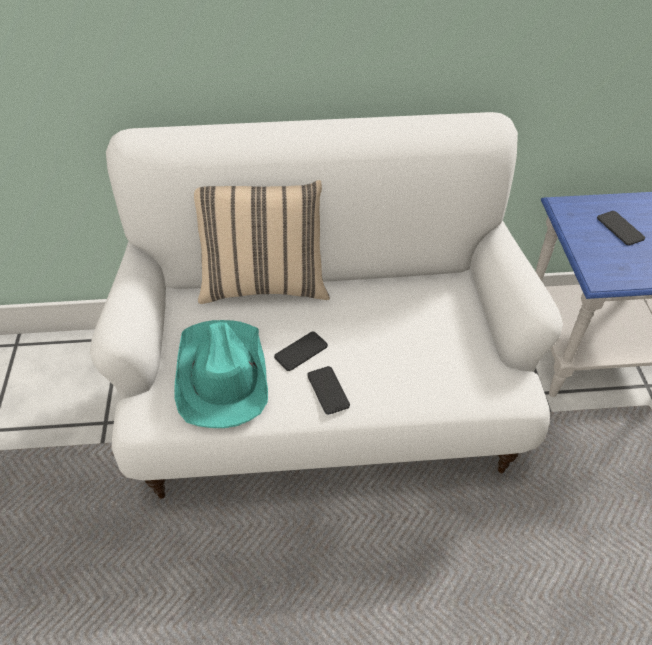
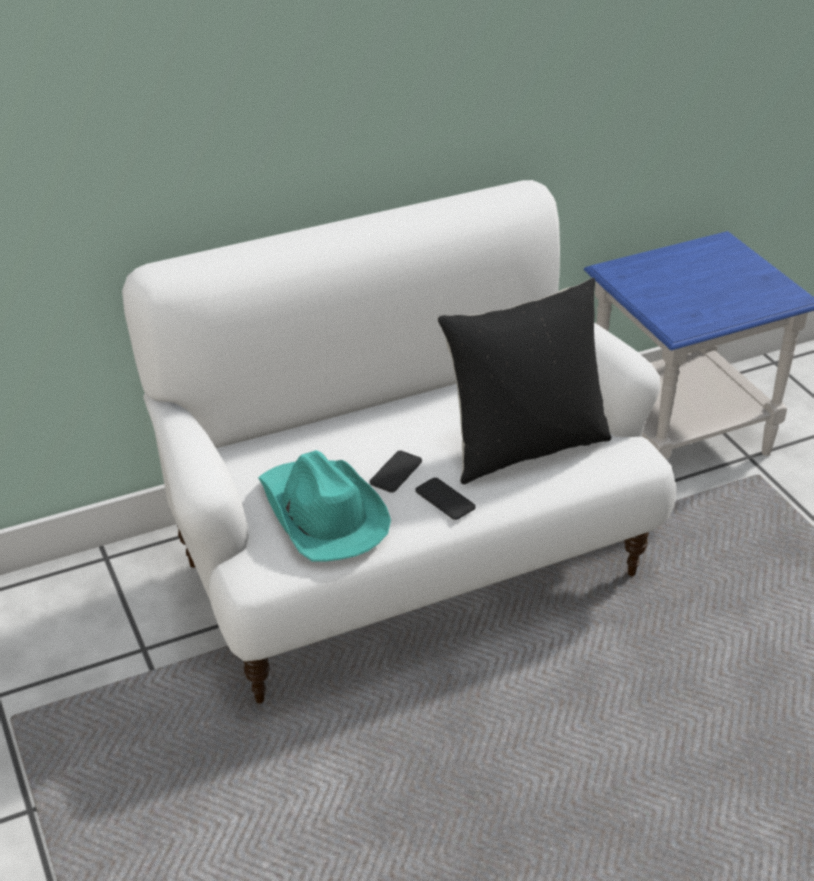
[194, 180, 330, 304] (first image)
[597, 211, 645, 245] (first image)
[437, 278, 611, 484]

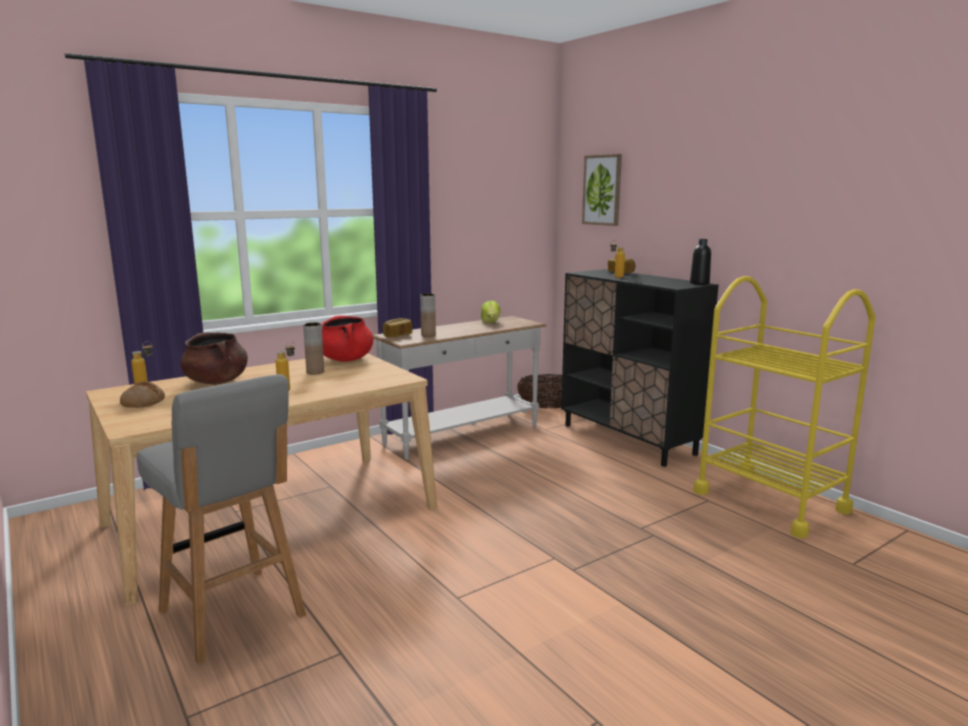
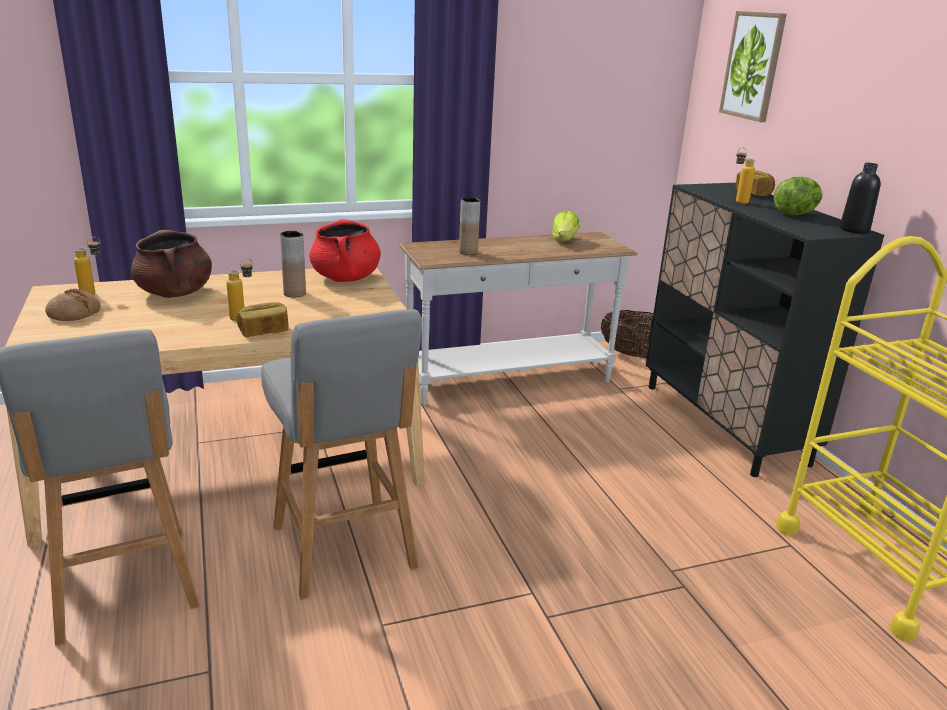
[237, 302, 289, 337]
[774, 177, 823, 215]
[261, 309, 422, 600]

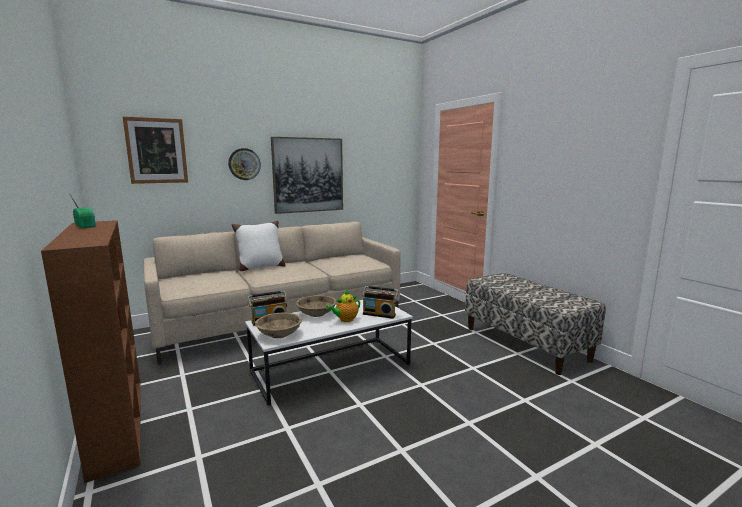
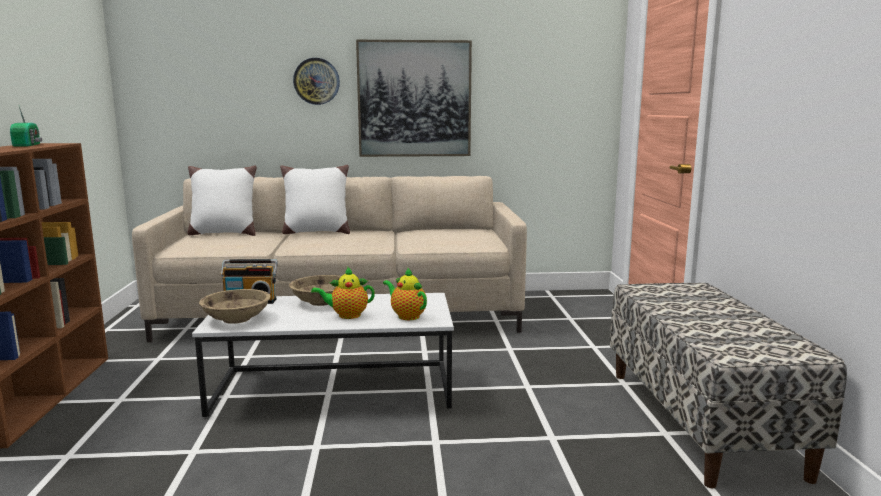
[123, 116, 188, 184] (first image)
[383, 268, 427, 320]
[187, 165, 257, 236]

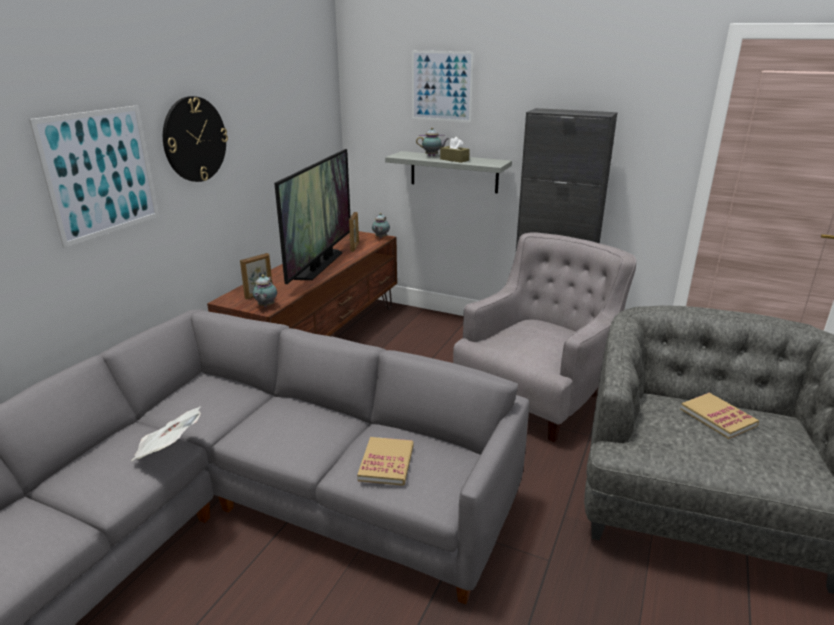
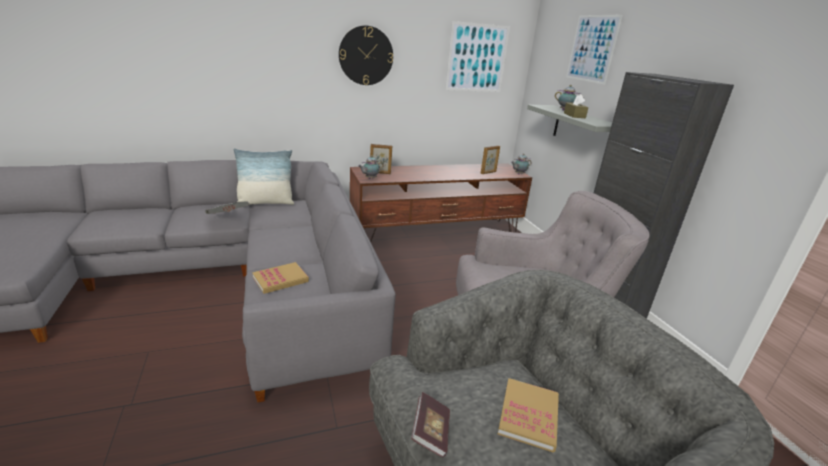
[445, 21, 510, 92]
[274, 149, 350, 284] (first image)
[234, 148, 294, 205]
[412, 392, 450, 457]

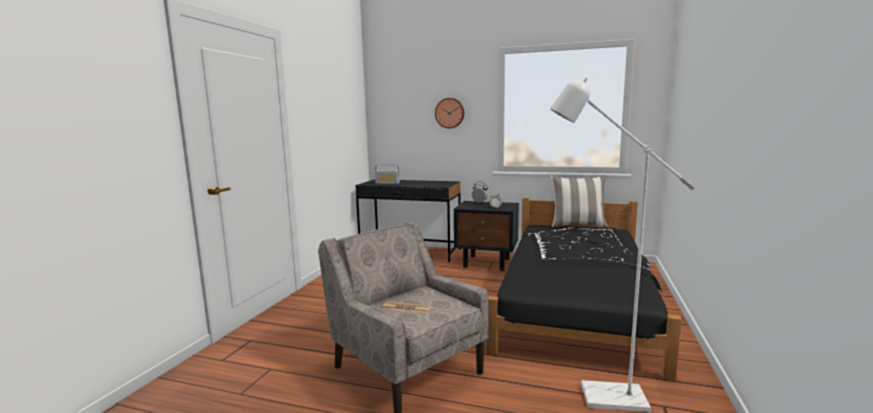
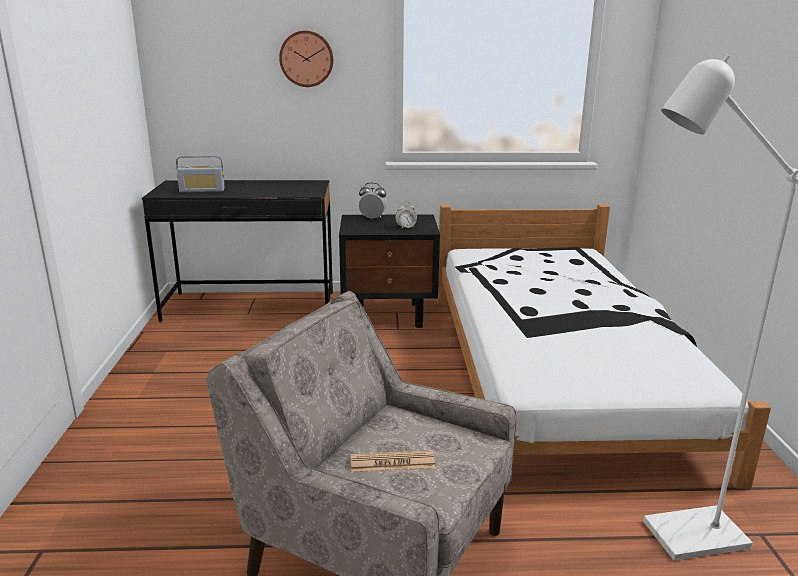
[550, 175, 608, 228] (first image)
[437, 205, 771, 489]

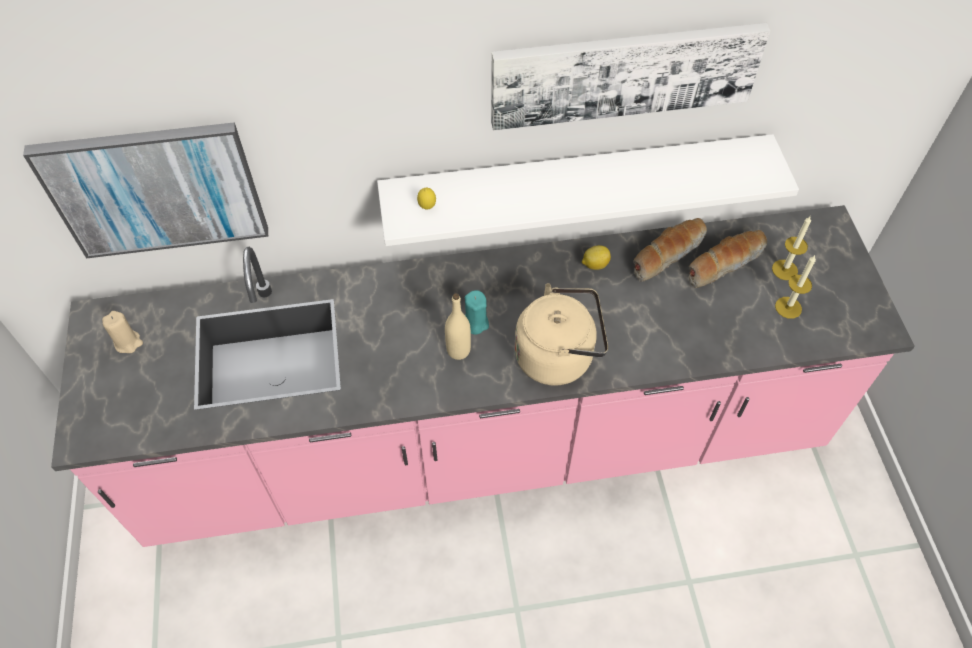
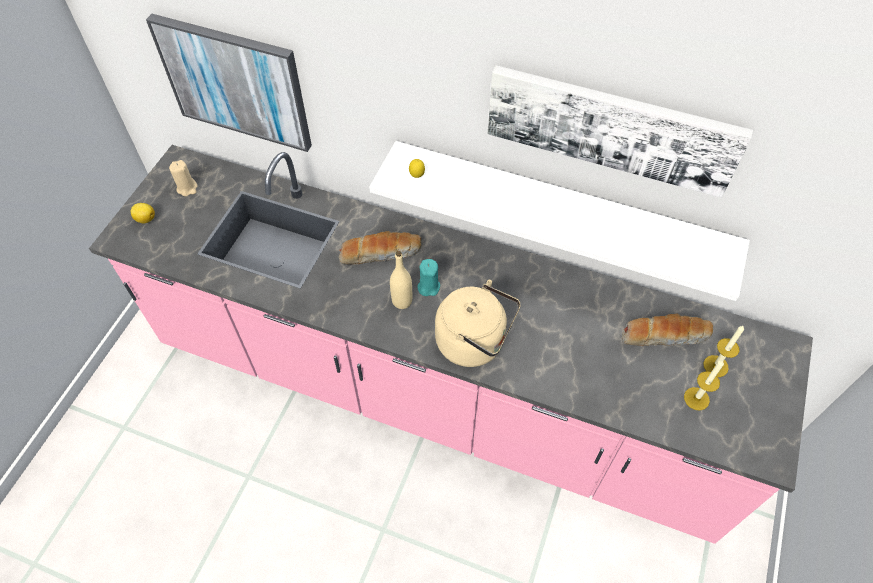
[339, 231, 421, 265]
[131, 203, 155, 223]

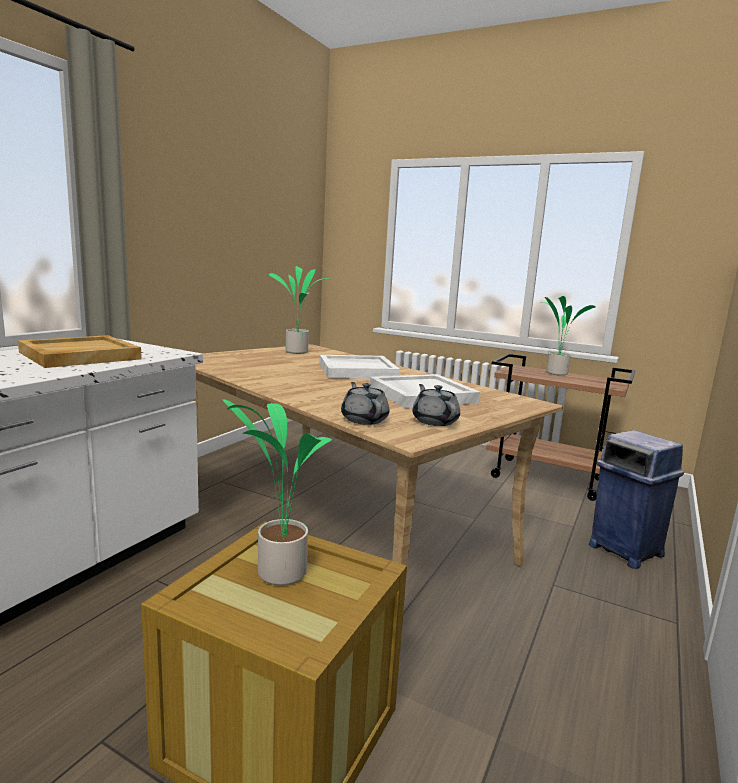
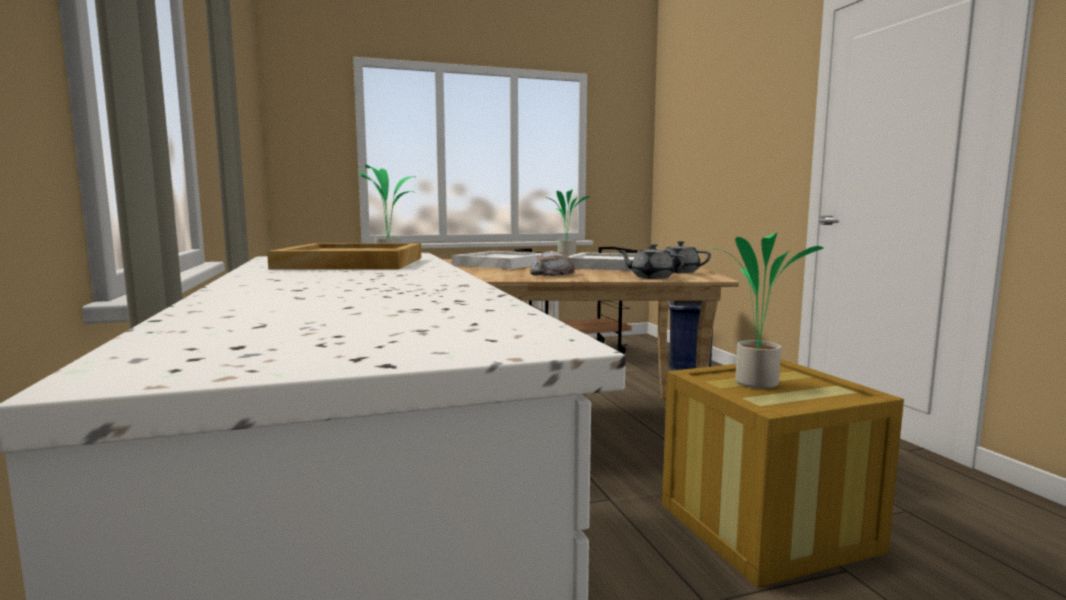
[530, 251, 575, 276]

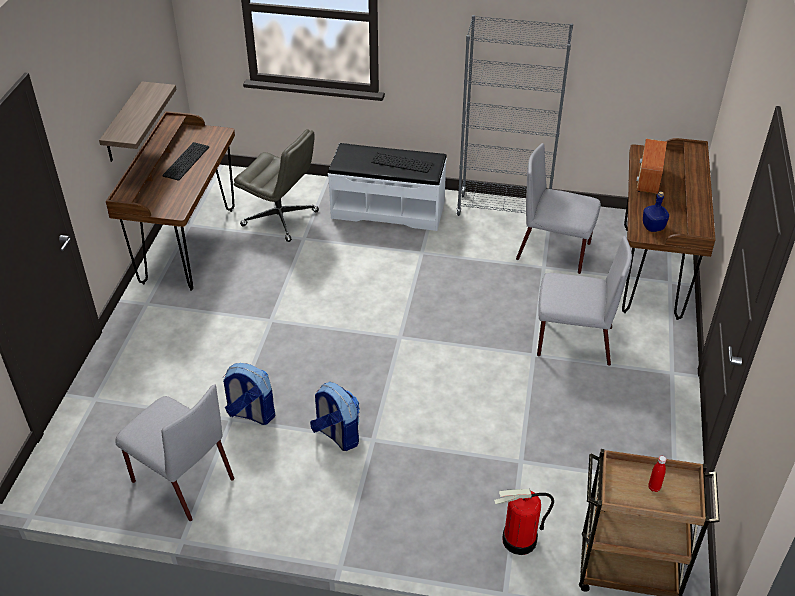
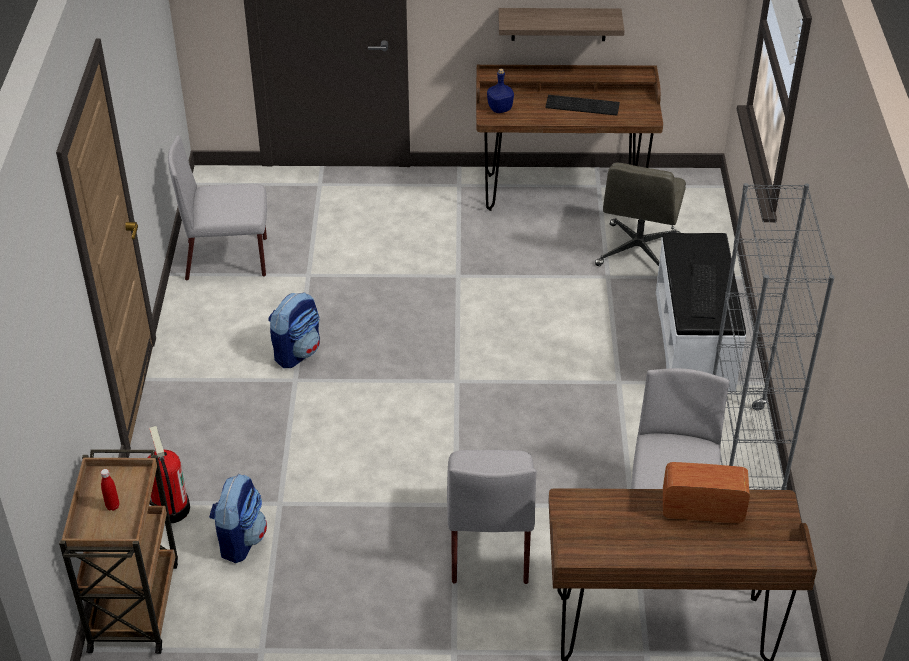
[487, 69, 514, 113]
[209, 474, 267, 563]
[168, 135, 267, 280]

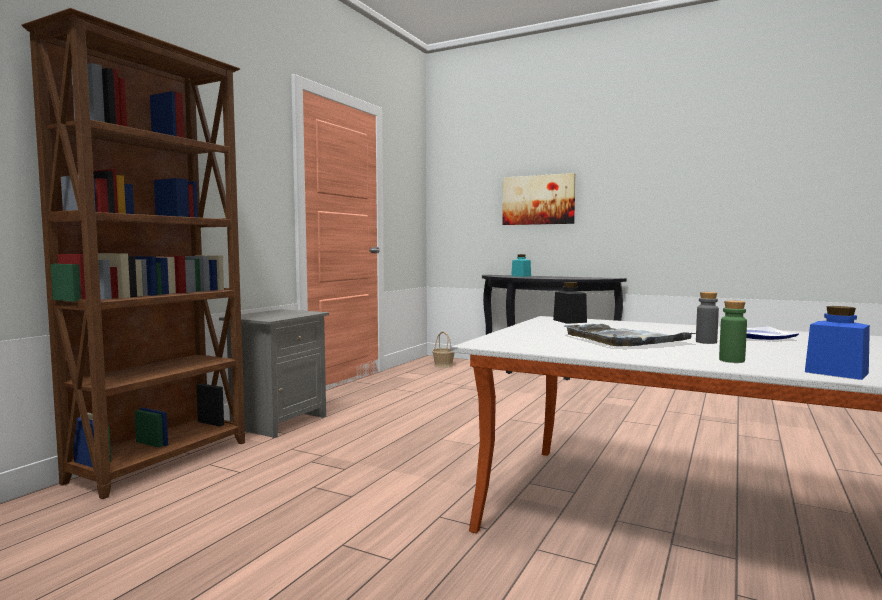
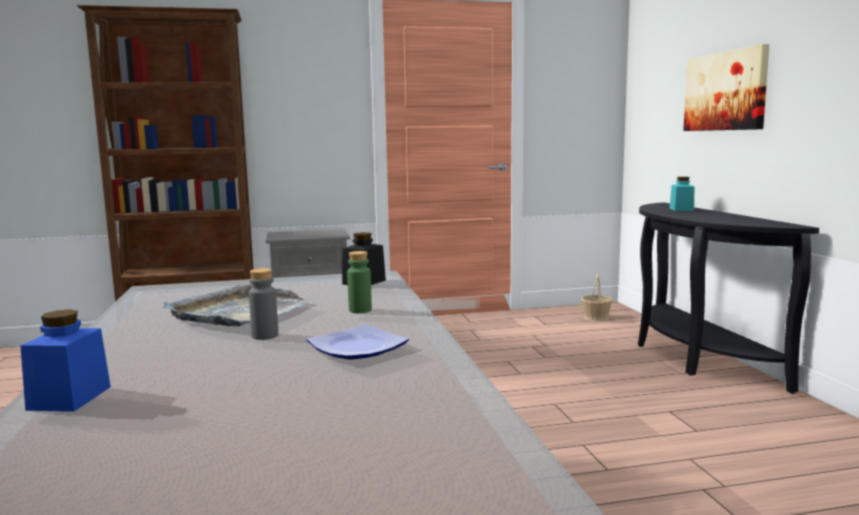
[347, 251, 372, 313]

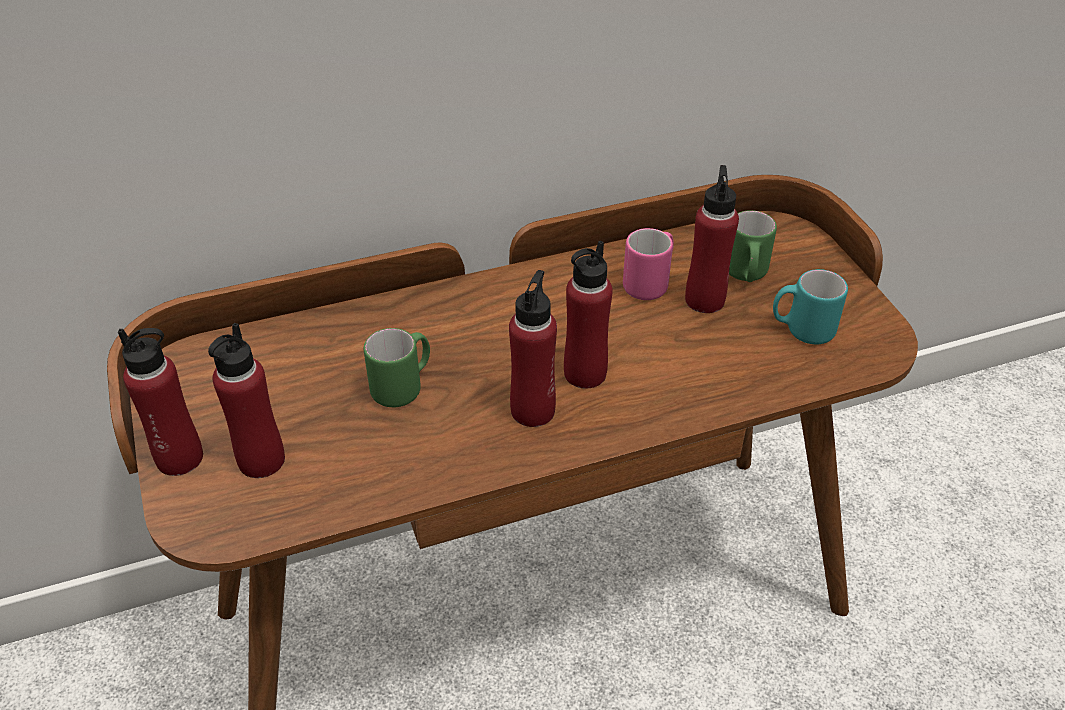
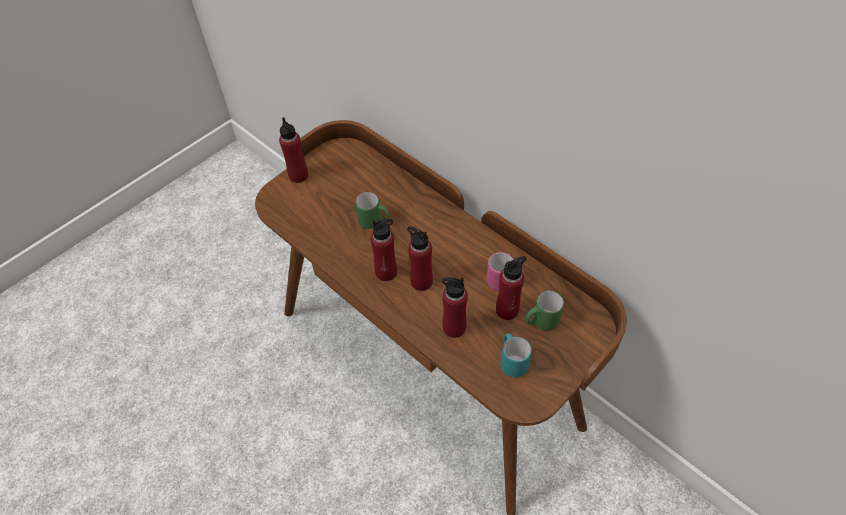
[442, 277, 468, 338]

